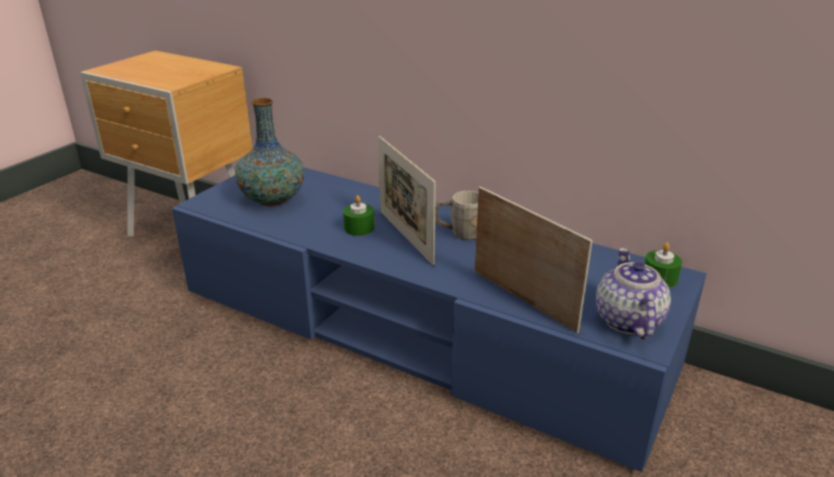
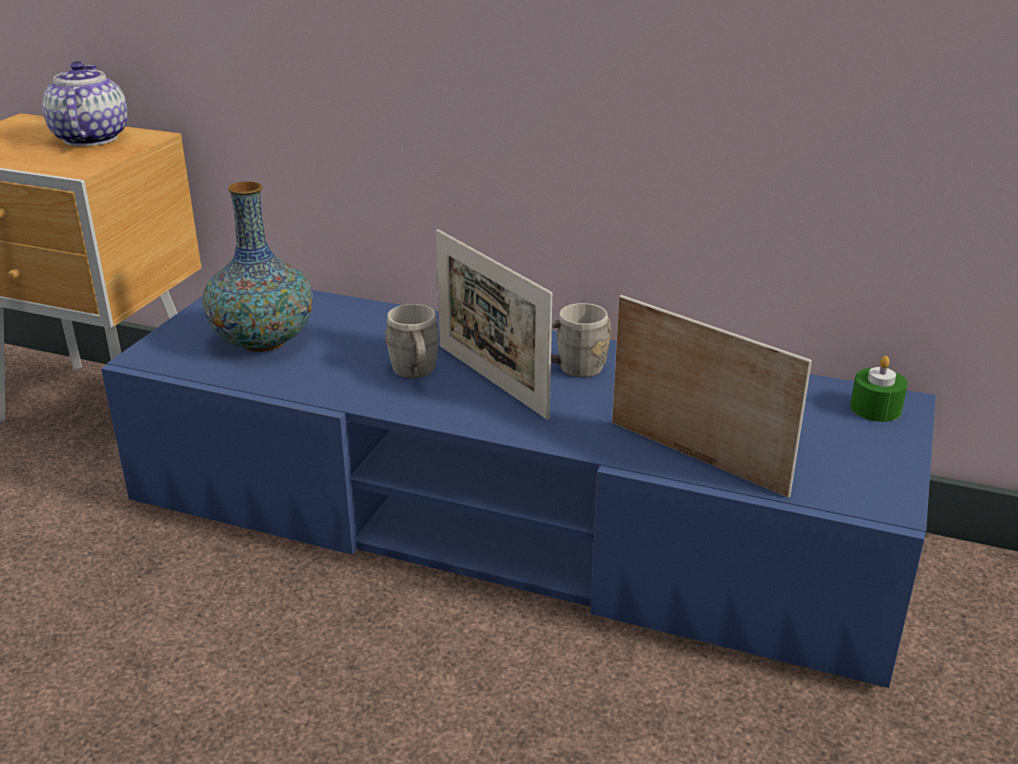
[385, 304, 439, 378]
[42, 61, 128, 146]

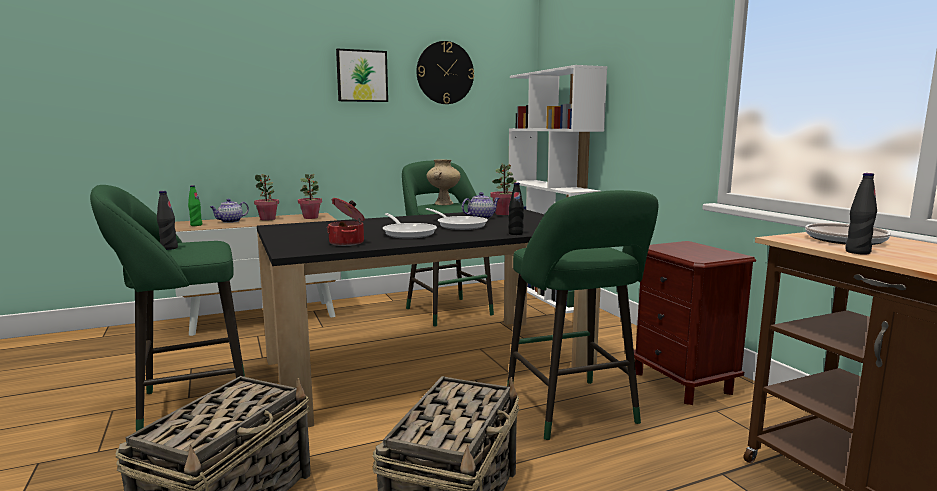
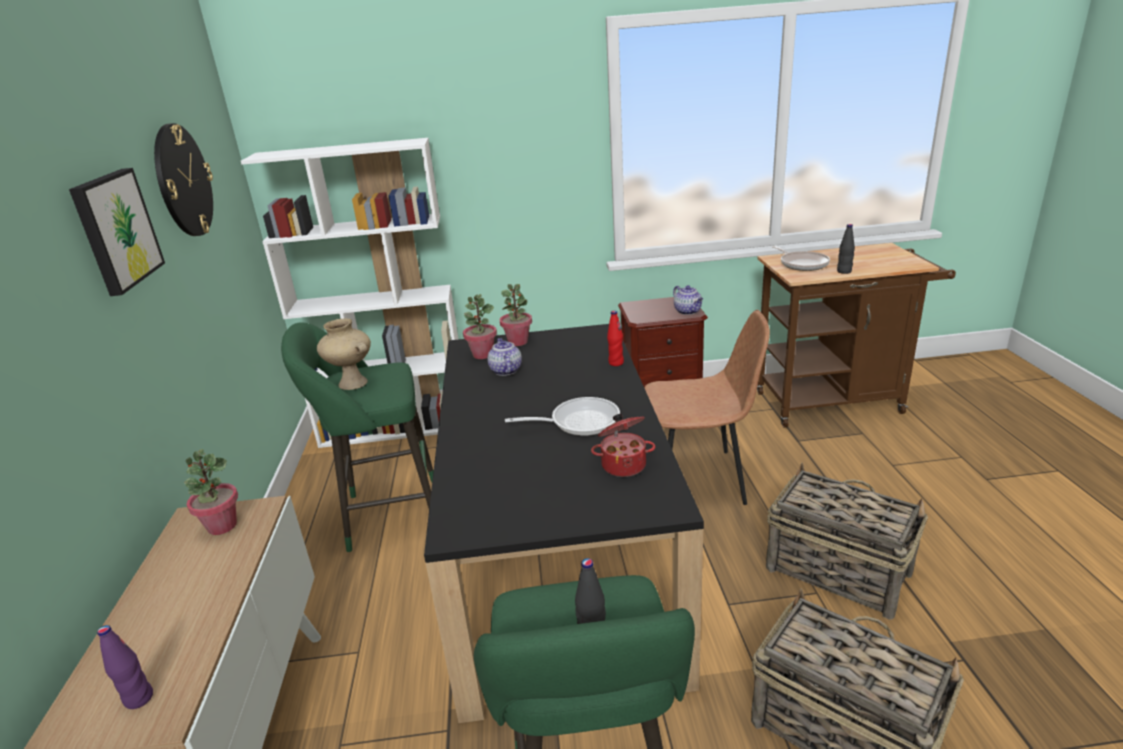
[499, 284, 532, 346]
[607, 311, 624, 366]
[97, 625, 153, 709]
[644, 310, 770, 505]
[673, 285, 703, 315]
[426, 208, 488, 230] (first image)

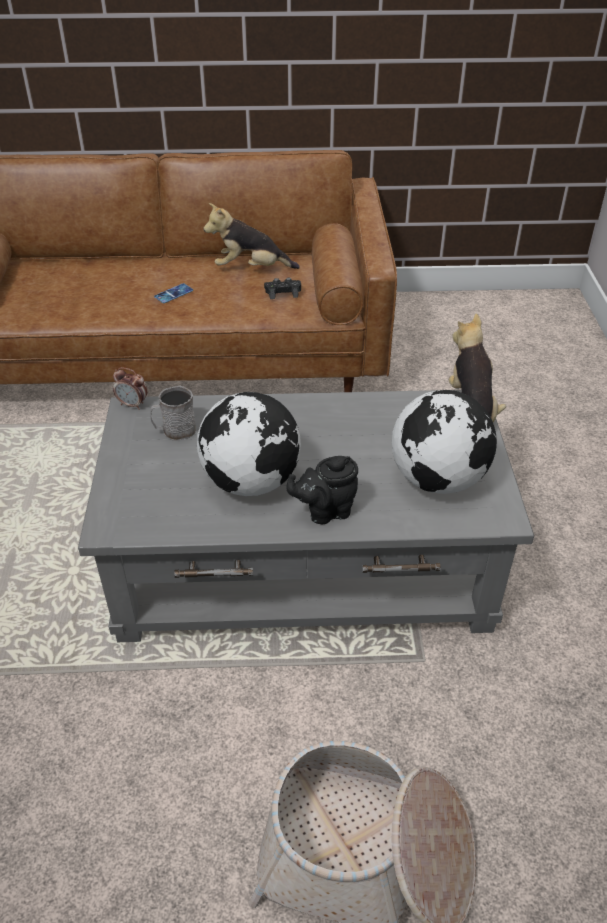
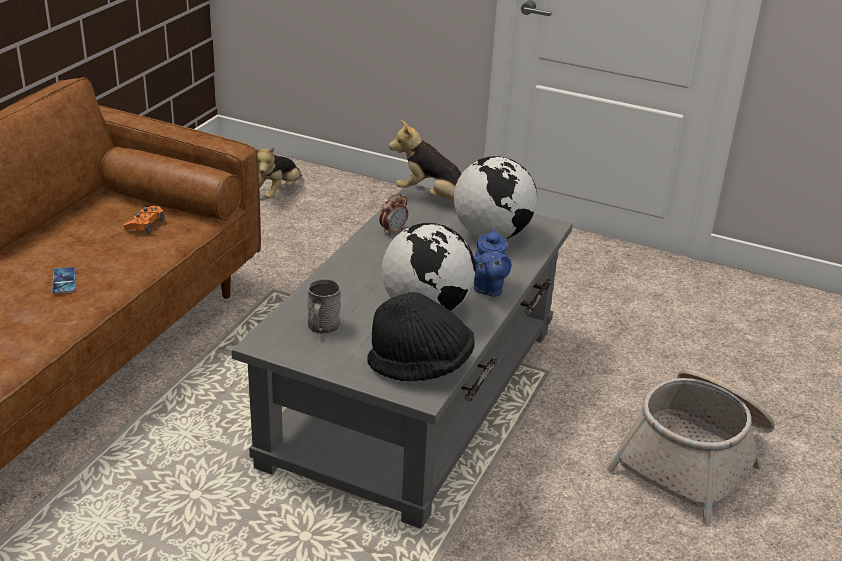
[256, 147, 301, 199]
[124, 206, 165, 234]
[379, 194, 408, 235]
[474, 229, 511, 297]
[367, 292, 475, 381]

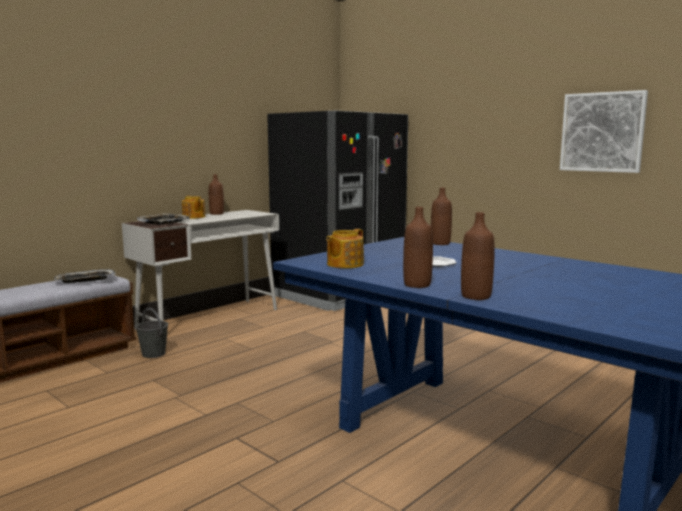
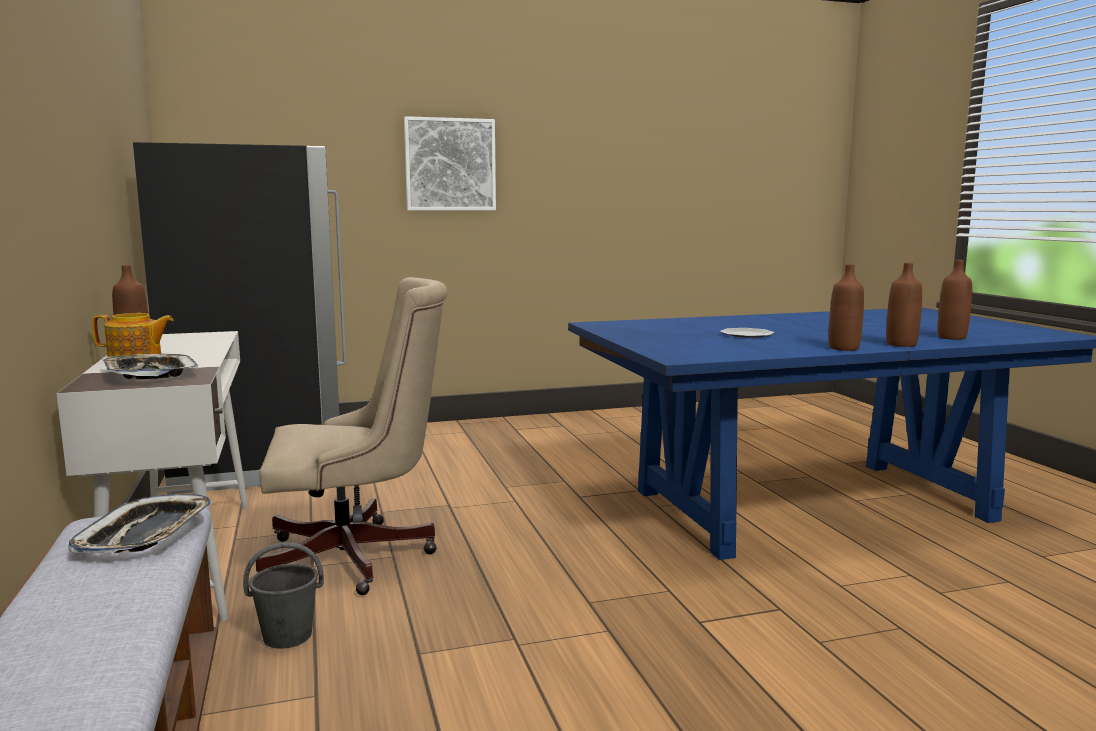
[404, 116, 496, 211]
[937, 260, 972, 340]
[326, 229, 364, 268] (first image)
[256, 277, 448, 595]

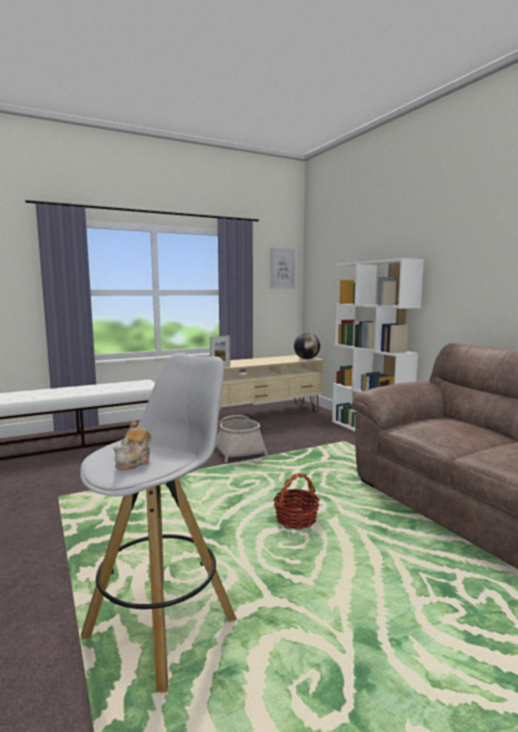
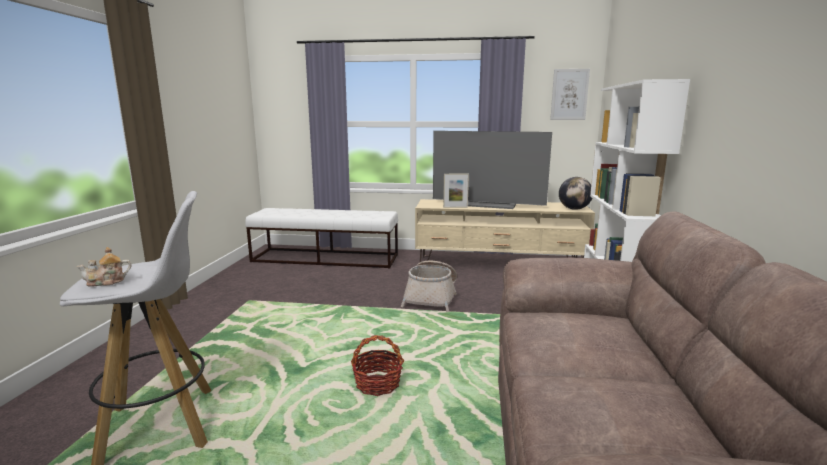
[433, 131, 552, 209]

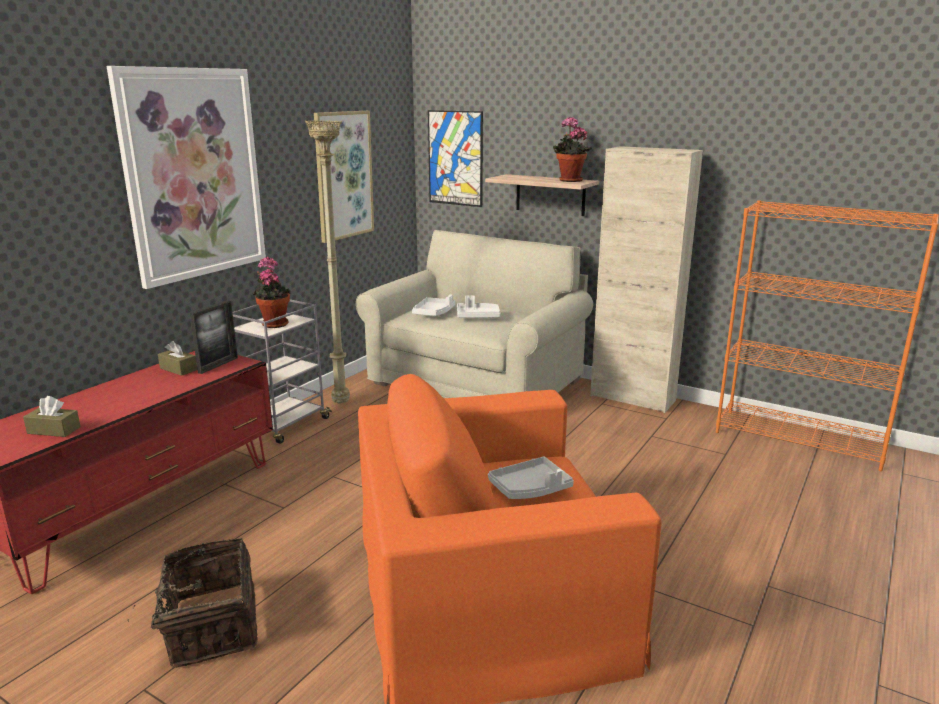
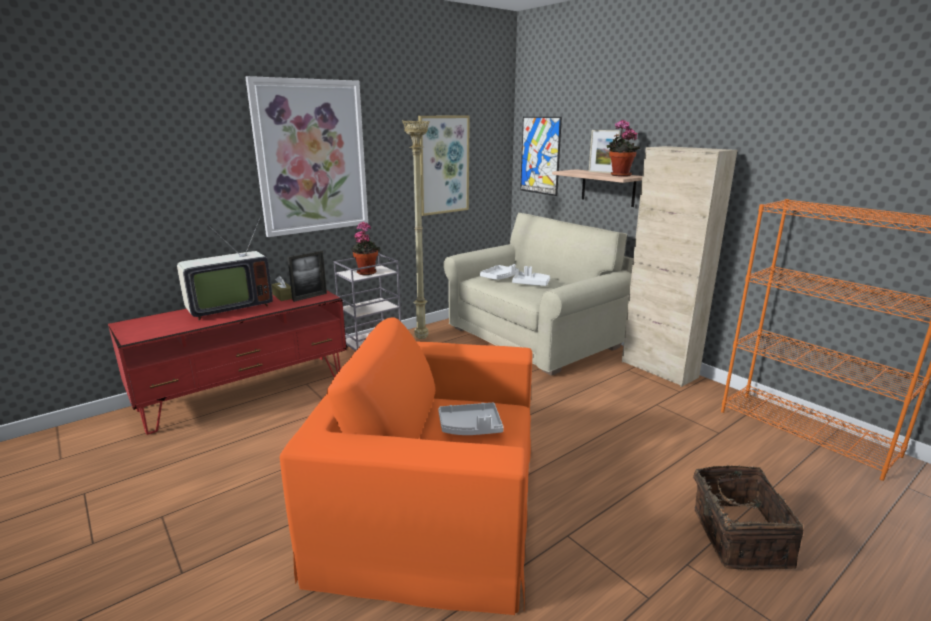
[23, 396, 81, 437] (first image)
[693, 465, 804, 570]
[589, 130, 620, 173]
[177, 215, 273, 320]

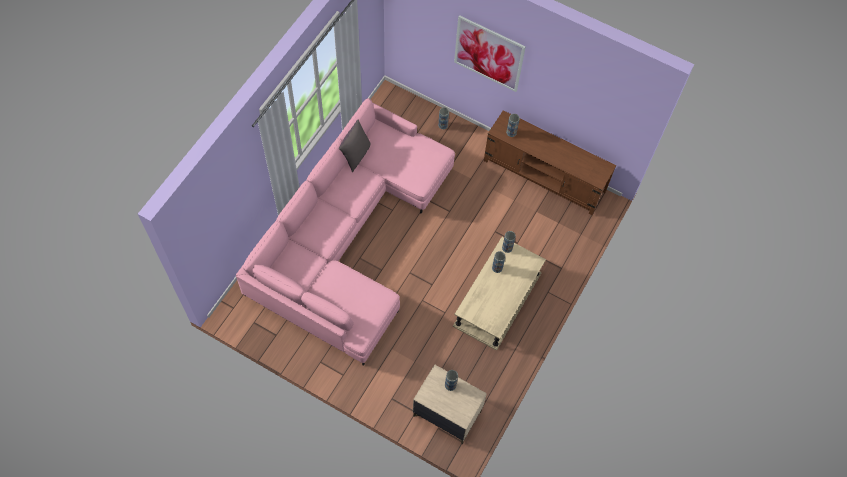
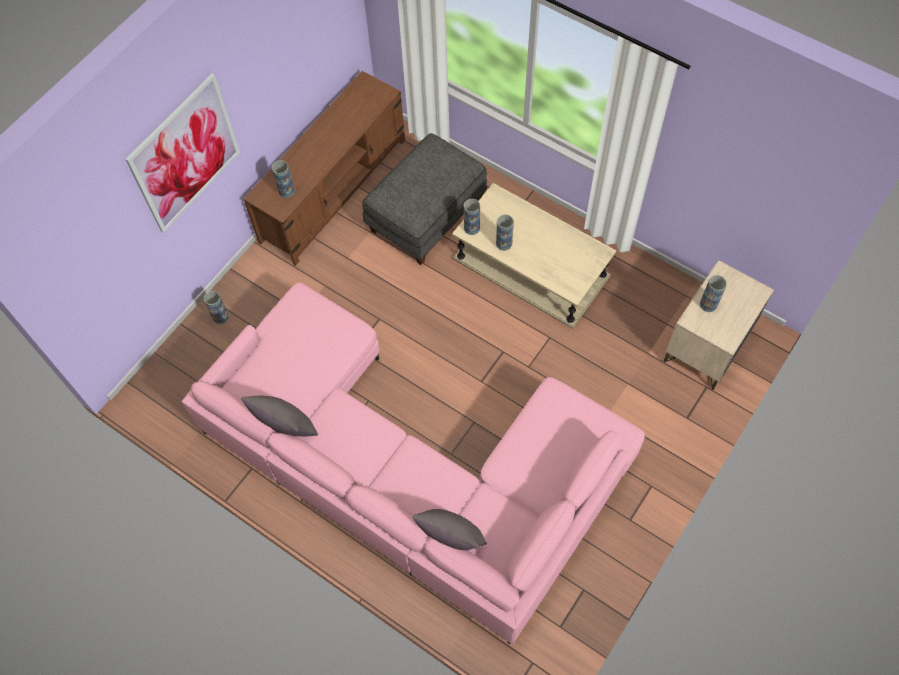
[362, 133, 487, 265]
[412, 509, 487, 550]

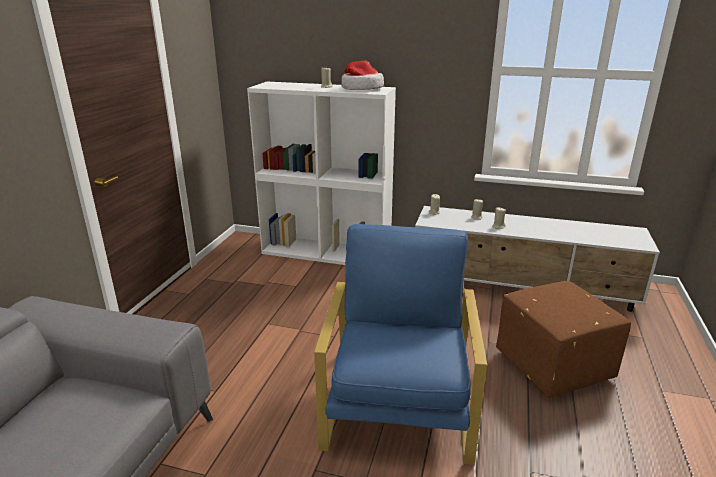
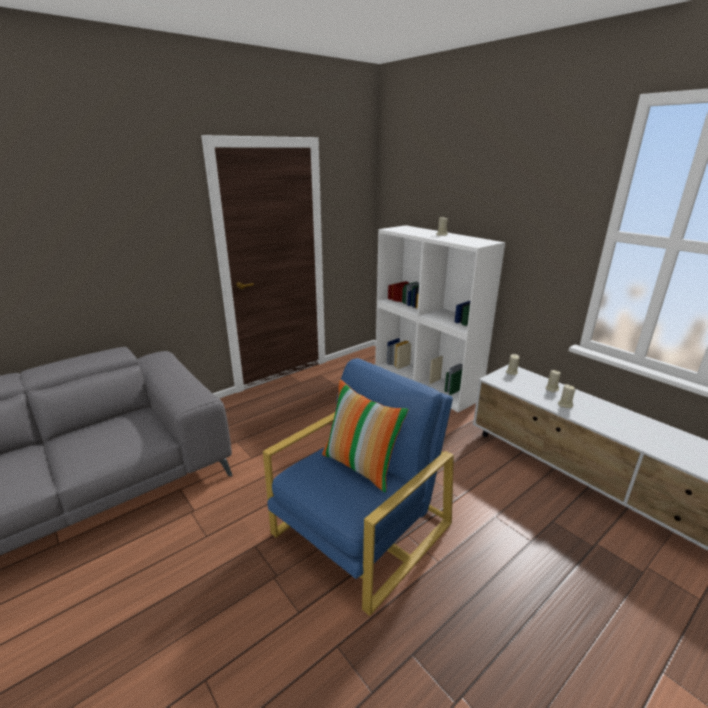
[341, 61, 384, 90] (first image)
[496, 281, 631, 398] (first image)
[322, 380, 409, 492]

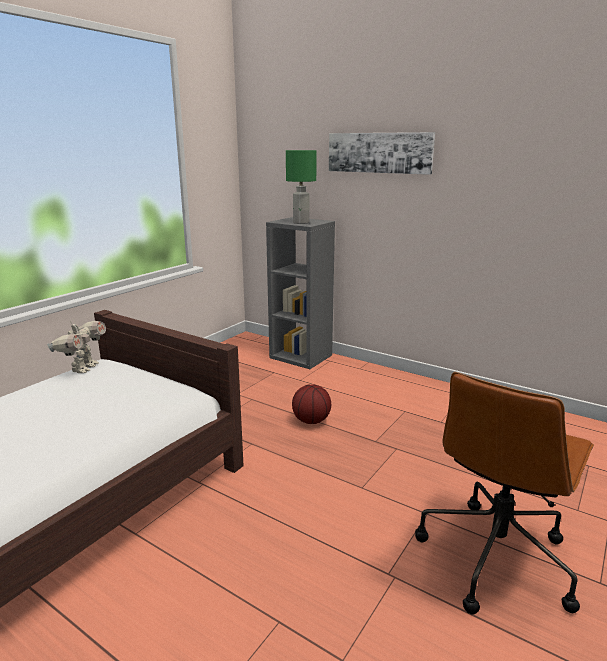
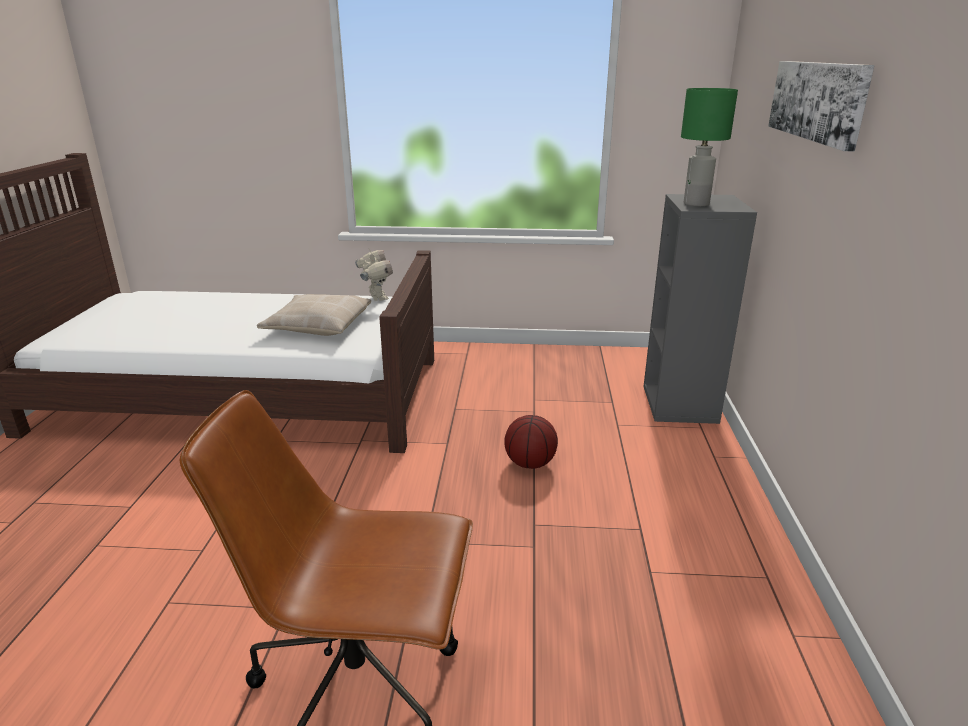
[355, 249, 393, 301]
[257, 294, 371, 336]

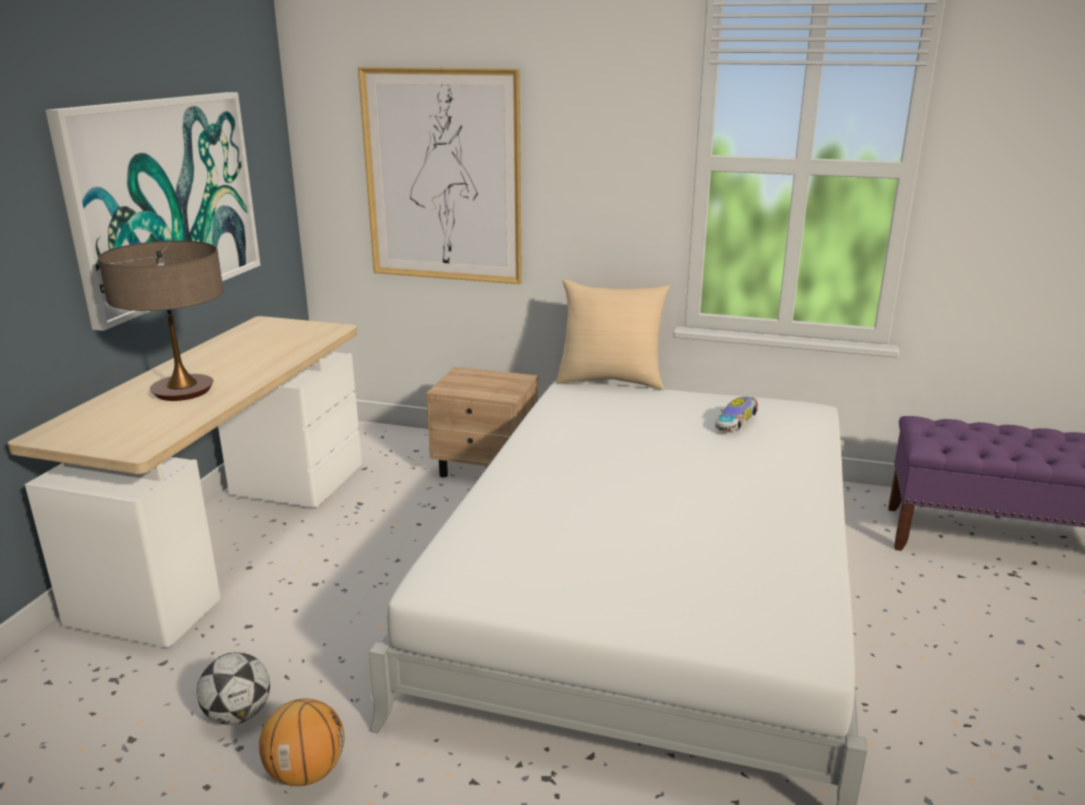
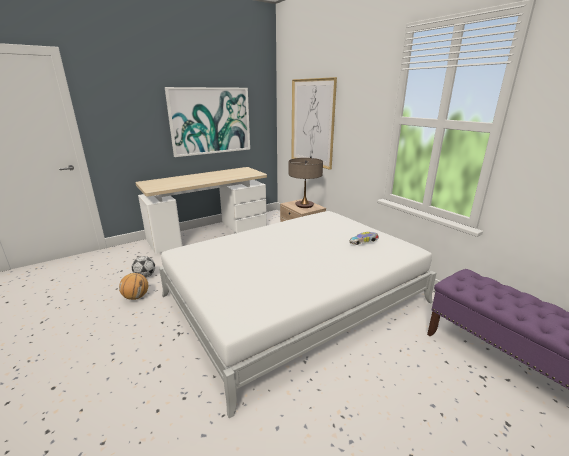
[289, 158, 323, 208]
[556, 279, 670, 390] (first image)

